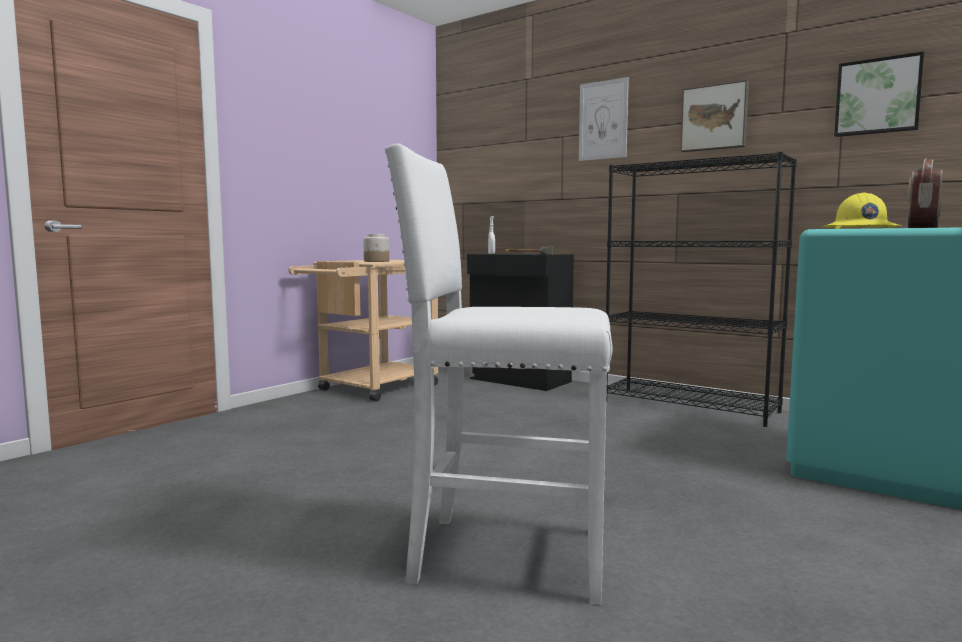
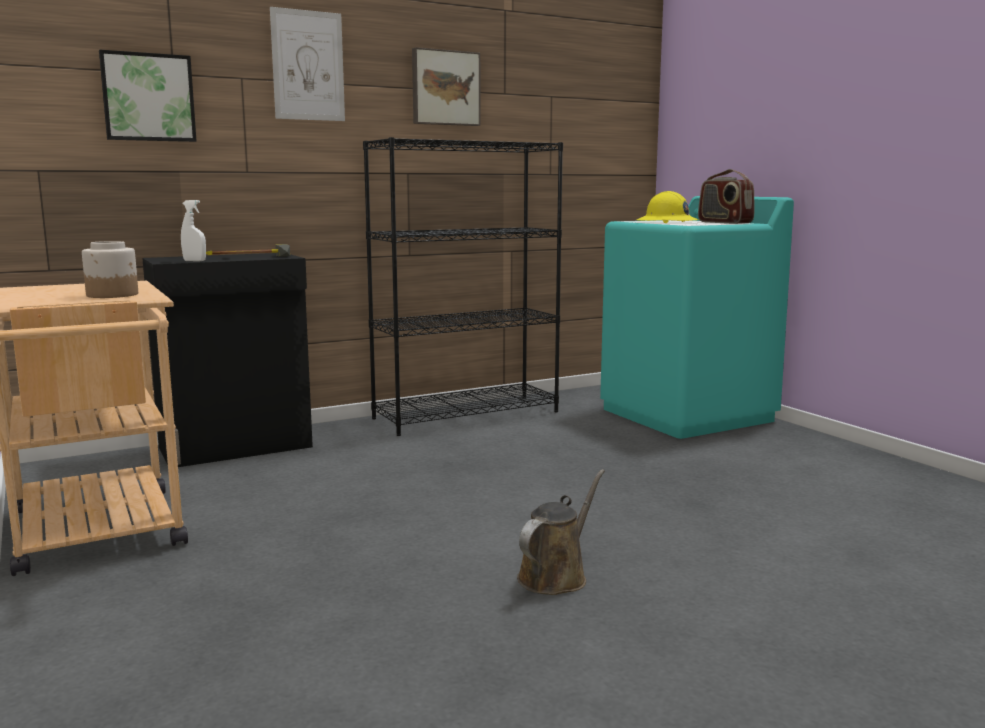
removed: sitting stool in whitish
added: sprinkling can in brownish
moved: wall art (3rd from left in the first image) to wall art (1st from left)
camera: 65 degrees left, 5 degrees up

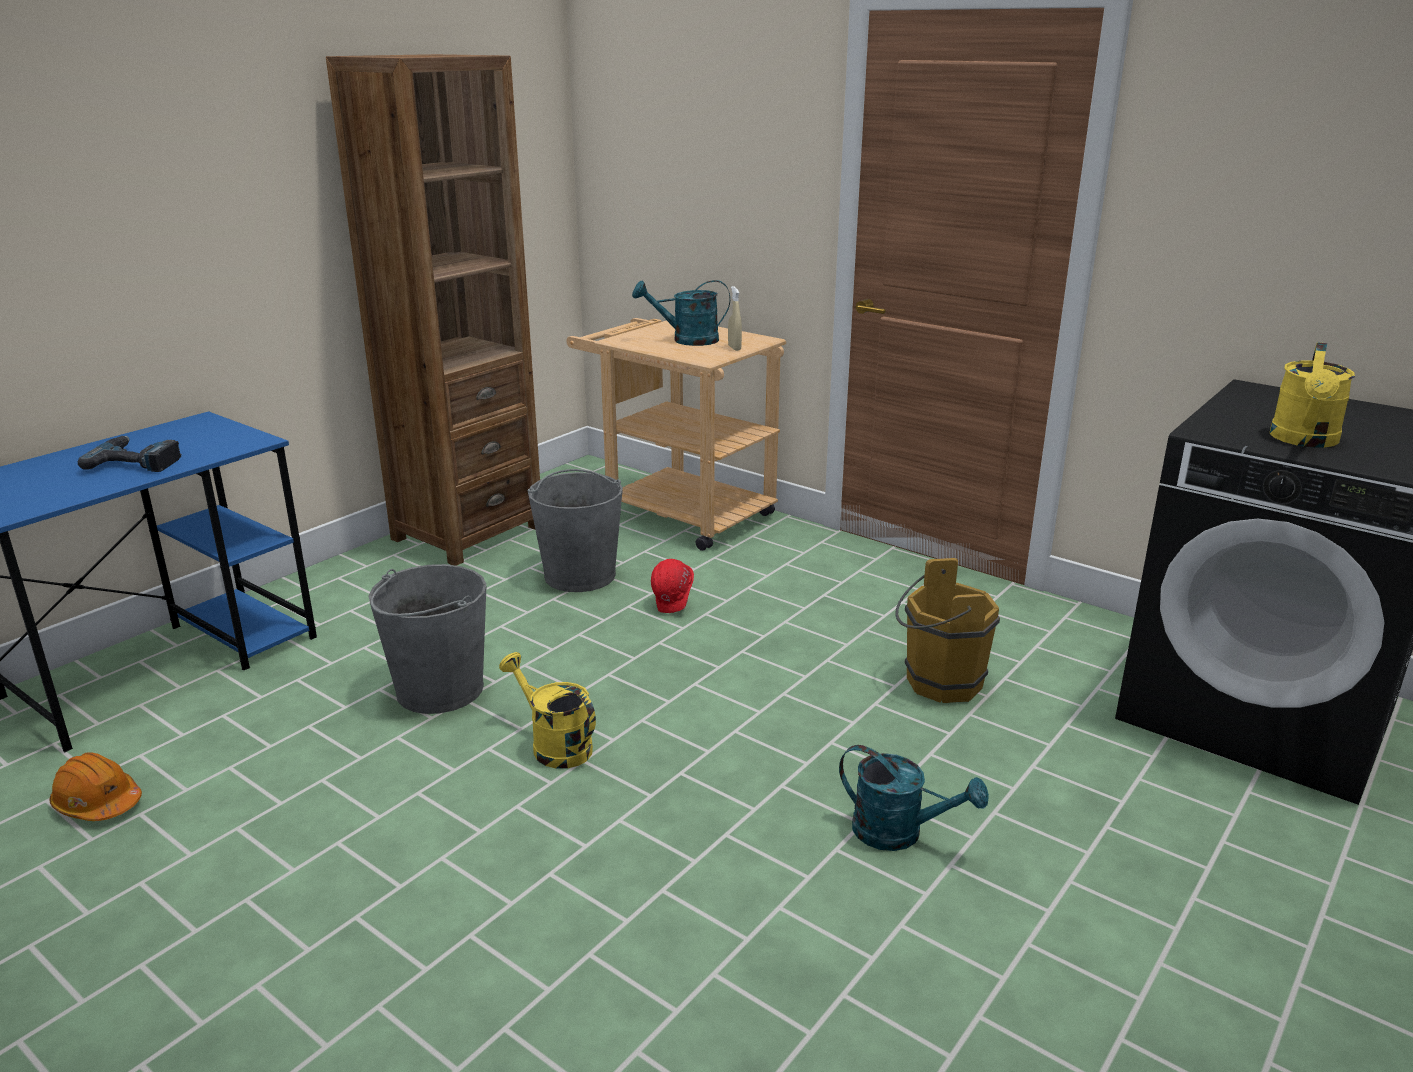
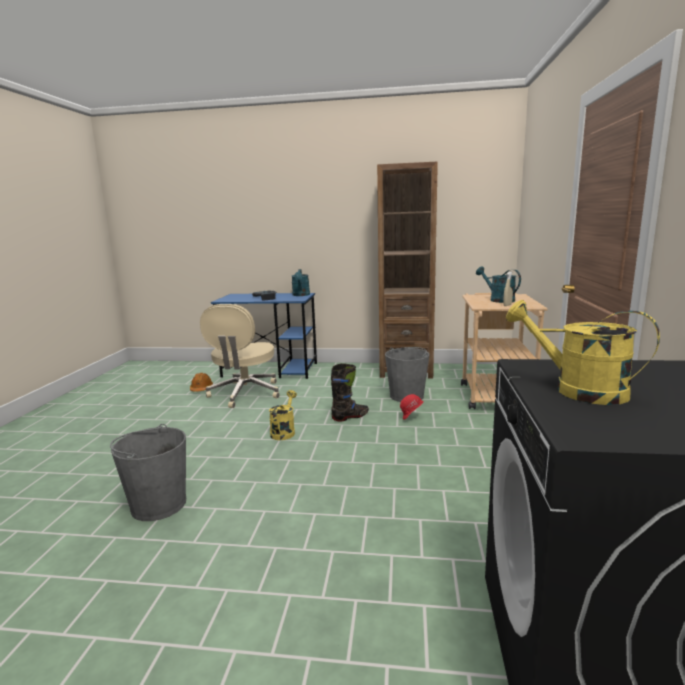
removed: water bucket in brownish
added: office chair in sand-coloured; high-top boot in blackish
moved: water bucket in gray (1st from left); sprinkling can in turquoise (2nd from left in the first image) to sprinkling can in turquoise (1st from left)
turned: sprinkling can in yellow (2nd from left) 45 degrees clockwise
camera: 60 degrees right, 10 degrees down

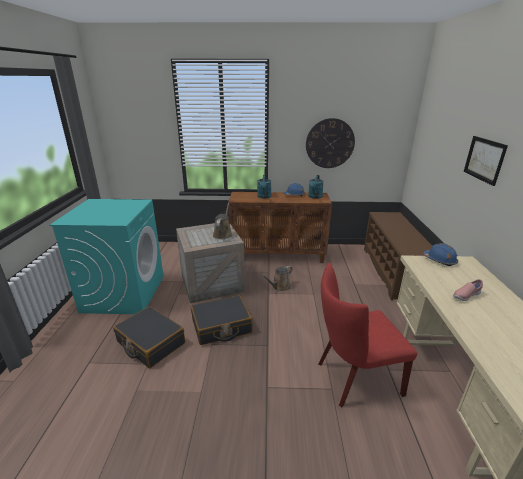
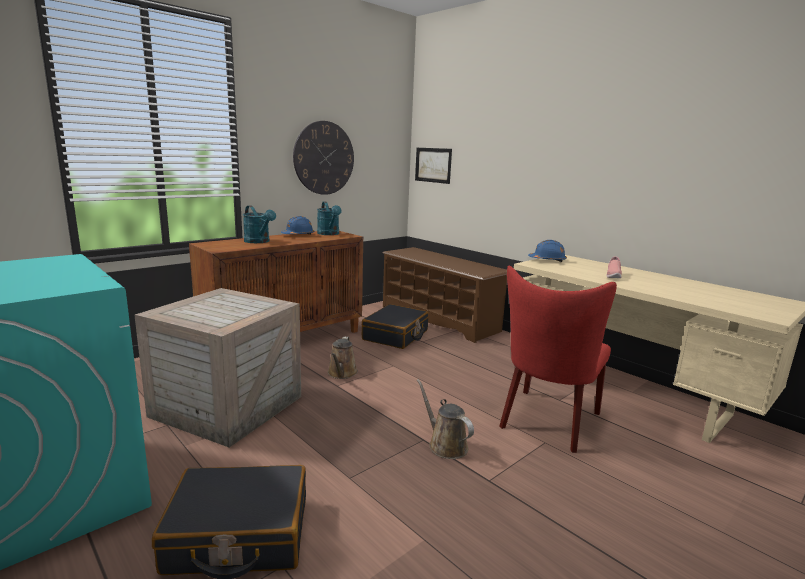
moved: suitcase in blackish (2nd from left); wall art; sprinkling can in brownish (1st from left in the first image) to sprinkling can in brownish (2nd from left)
camera: 45 degrees left, 10 degrees down

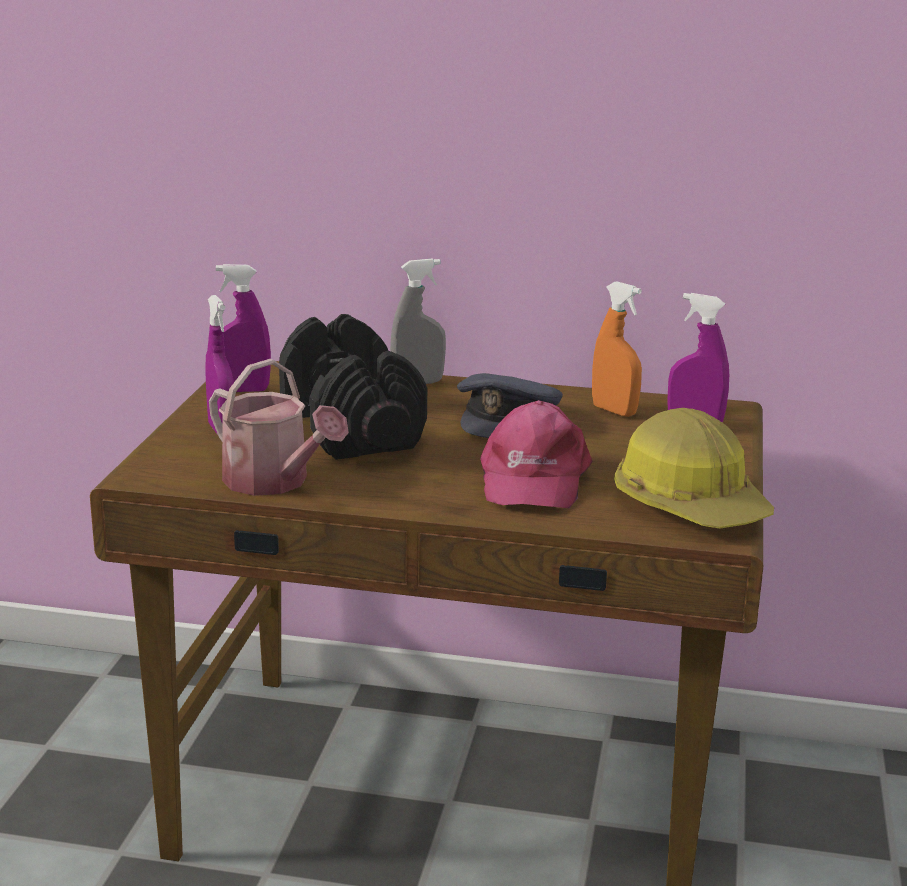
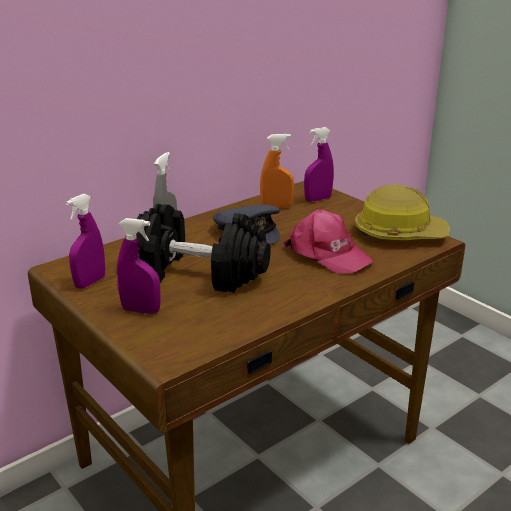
removed: sprinkling can
camera: 50 degrees left, 5 degrees up

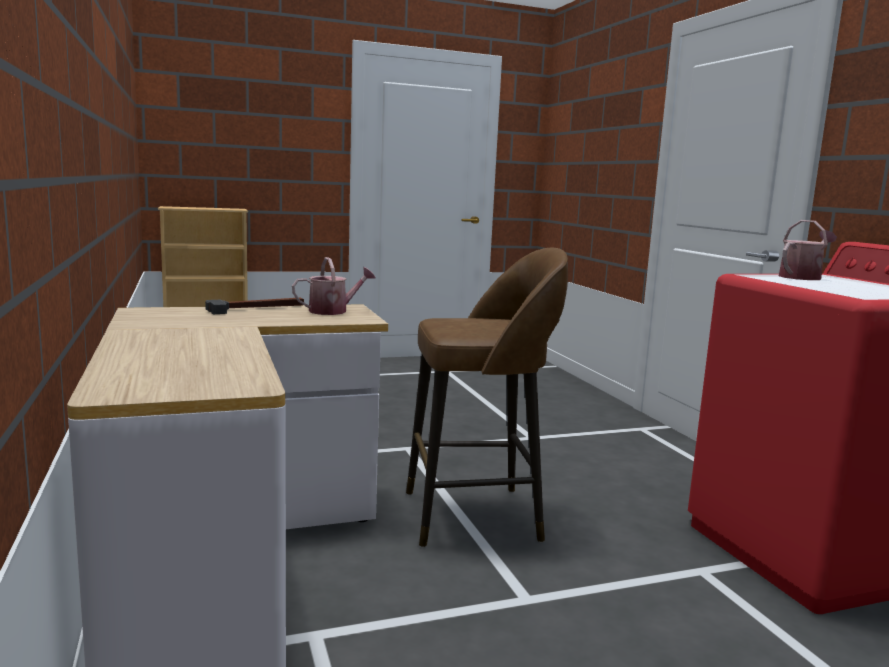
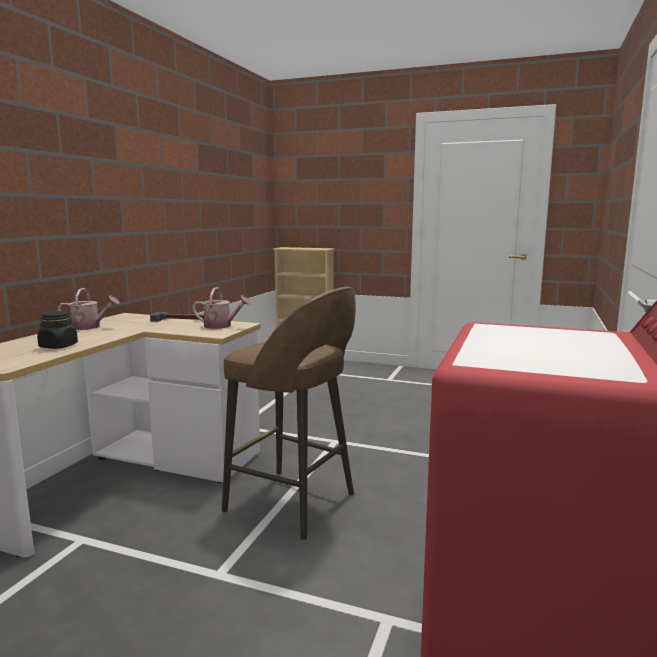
added: jar in blackish
moved: sprinkling can (2nd from left in the first image) to sprinkling can (1st from left)
camera: 40 degrees right, 0 degrees up

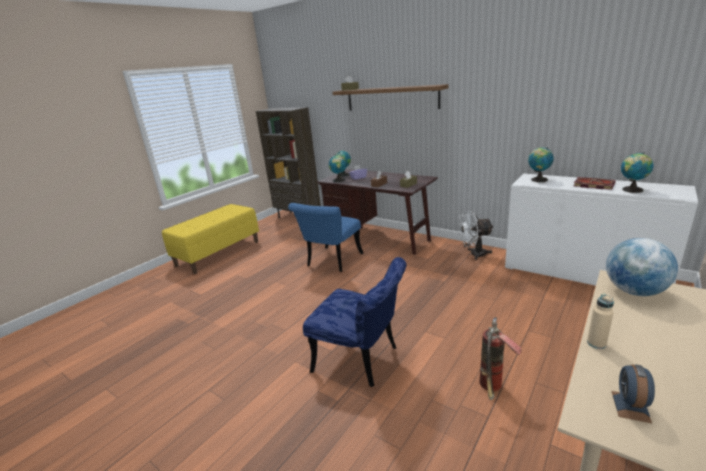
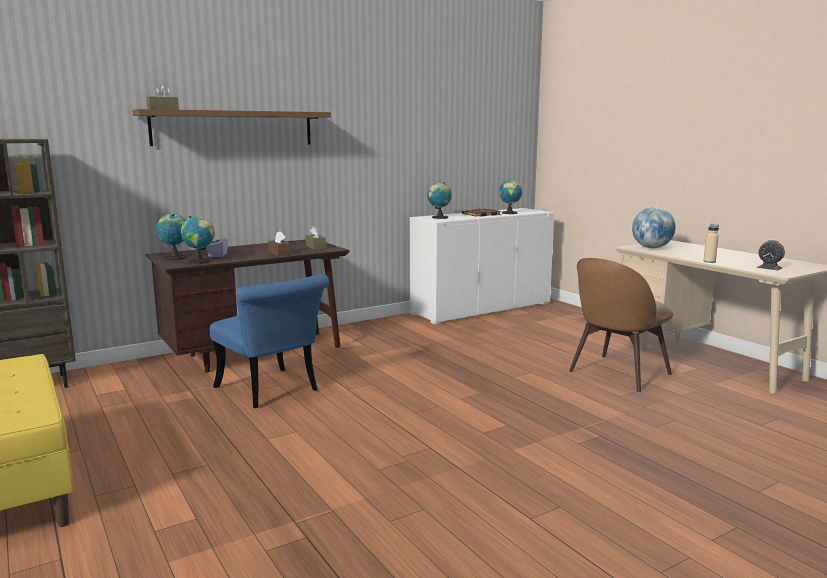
removed: chair in bluish (2nd from left); fan in whitish
replaced: fire extinguisher to chair in brownish
camera: 70 degrees left, 10 degrees down

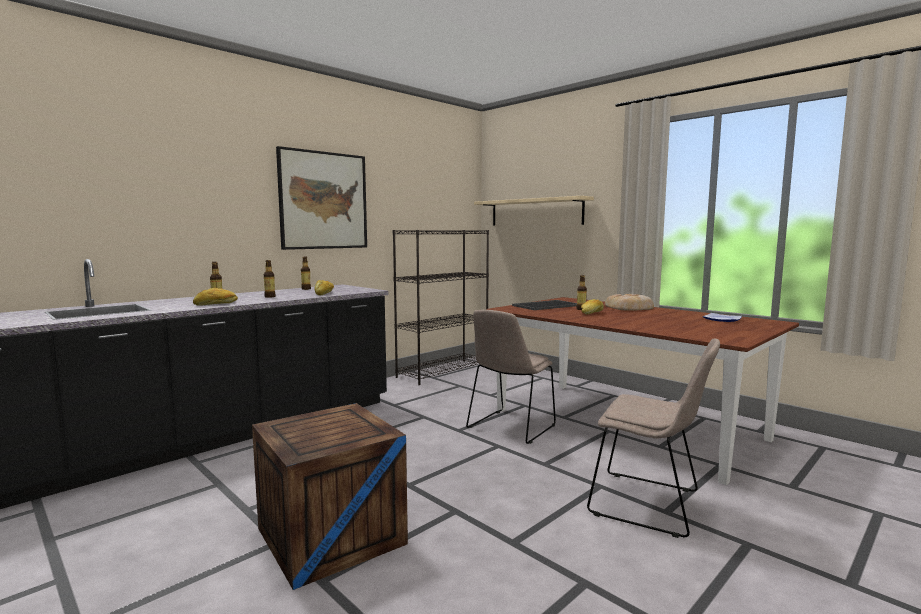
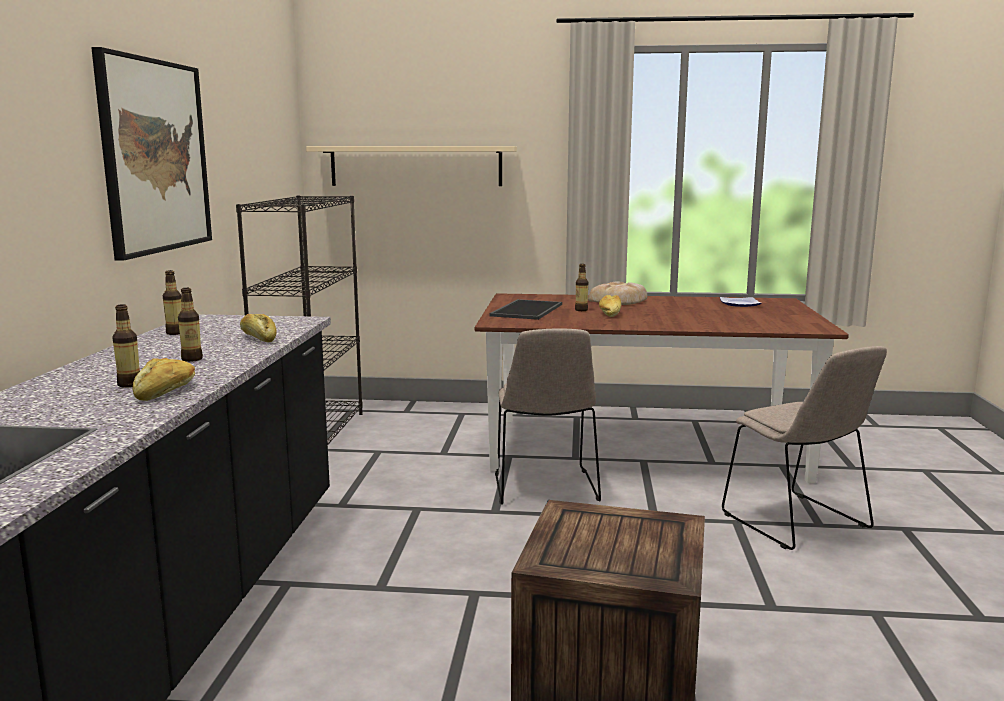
turned: chair in sand-coloured (2nd from left) 75 degrees clockwise
camera: 40 degrees left, 5 degrees up

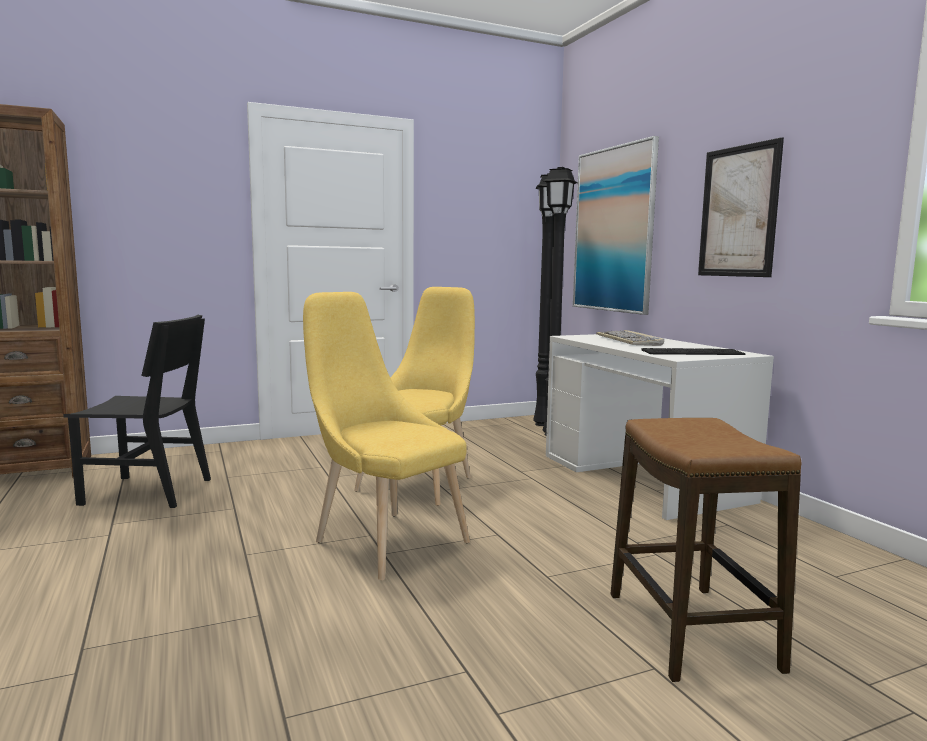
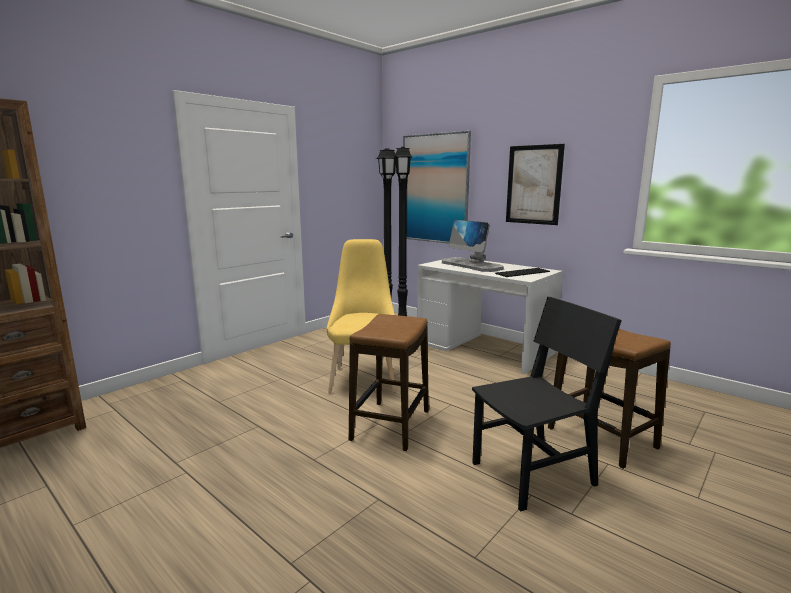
moved: chair in blackish
replaced: chair in yellow (1st from left) to sitting stool (1st from left); computer keyboard (1st from left) to computer screen
camera: 25 degrees left, 5 degrees up

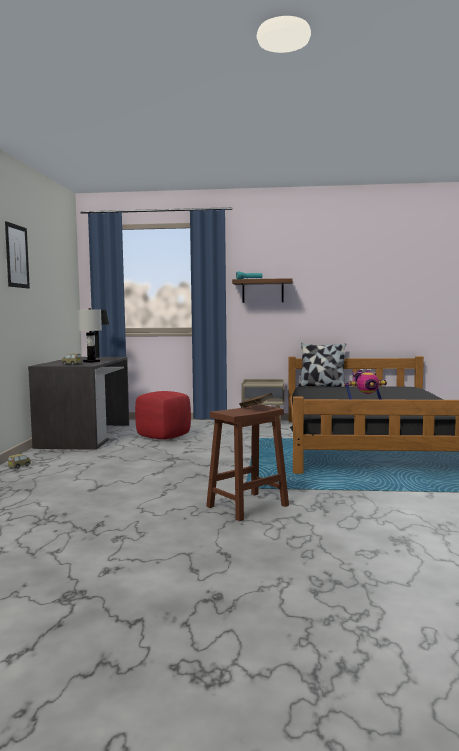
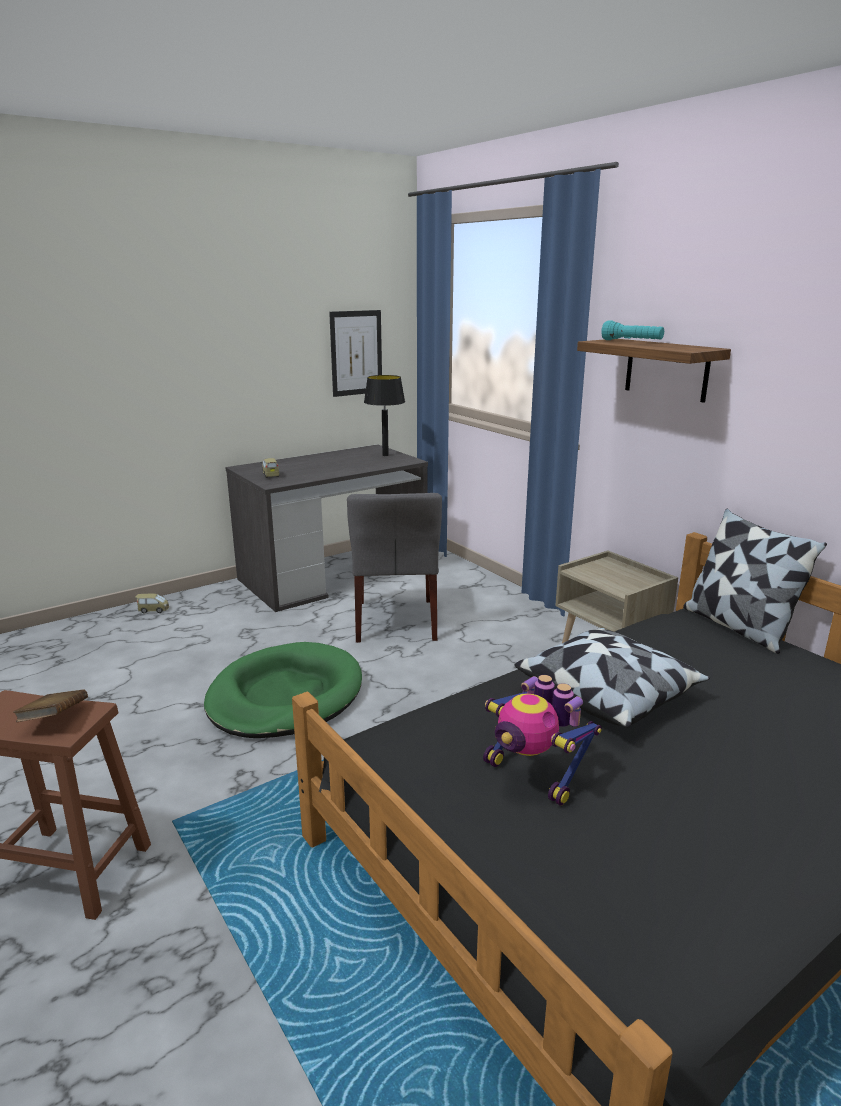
removed: lamp for a table in whitish
added: dog cushion in green-coloured; pillow (1st from left)
moved: wall art
replaced: pouffe in reddish to chair in gray
camera: 50 degrees right, 15 degrees up

